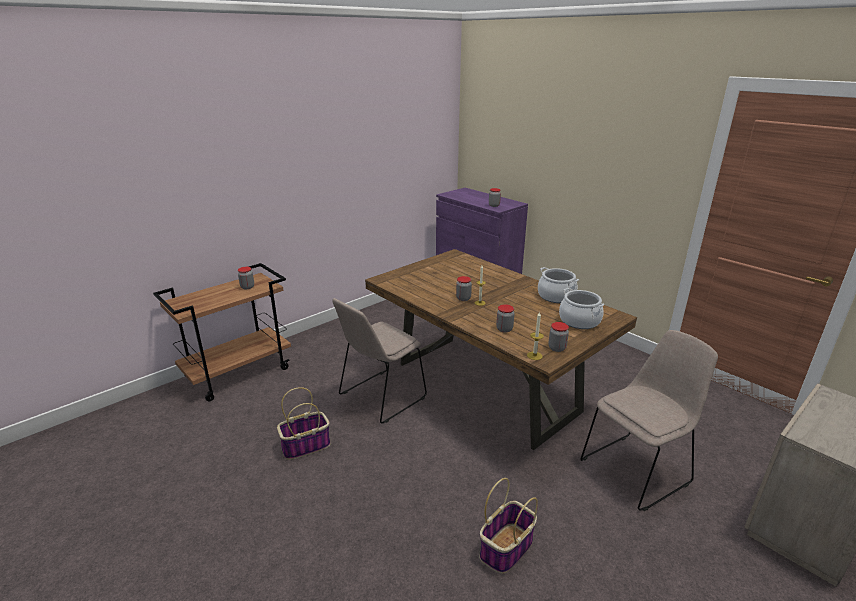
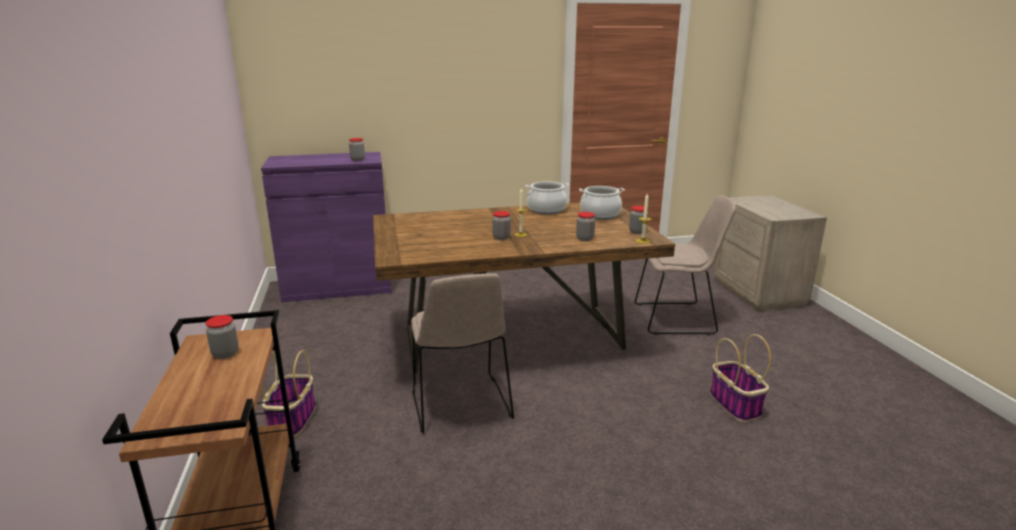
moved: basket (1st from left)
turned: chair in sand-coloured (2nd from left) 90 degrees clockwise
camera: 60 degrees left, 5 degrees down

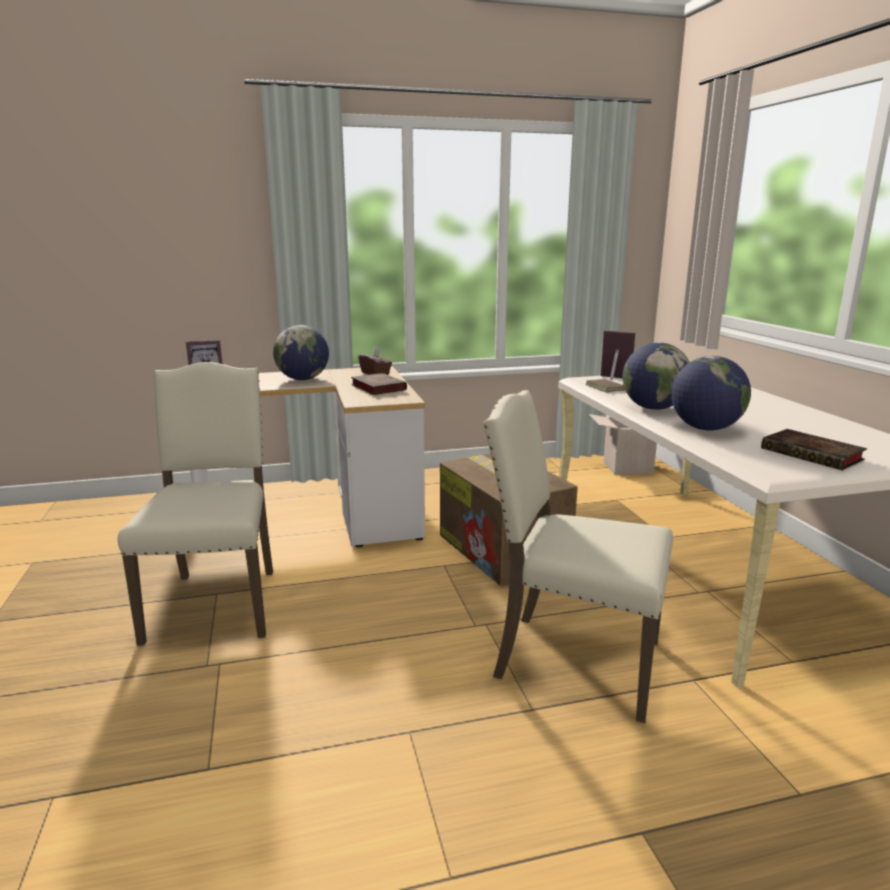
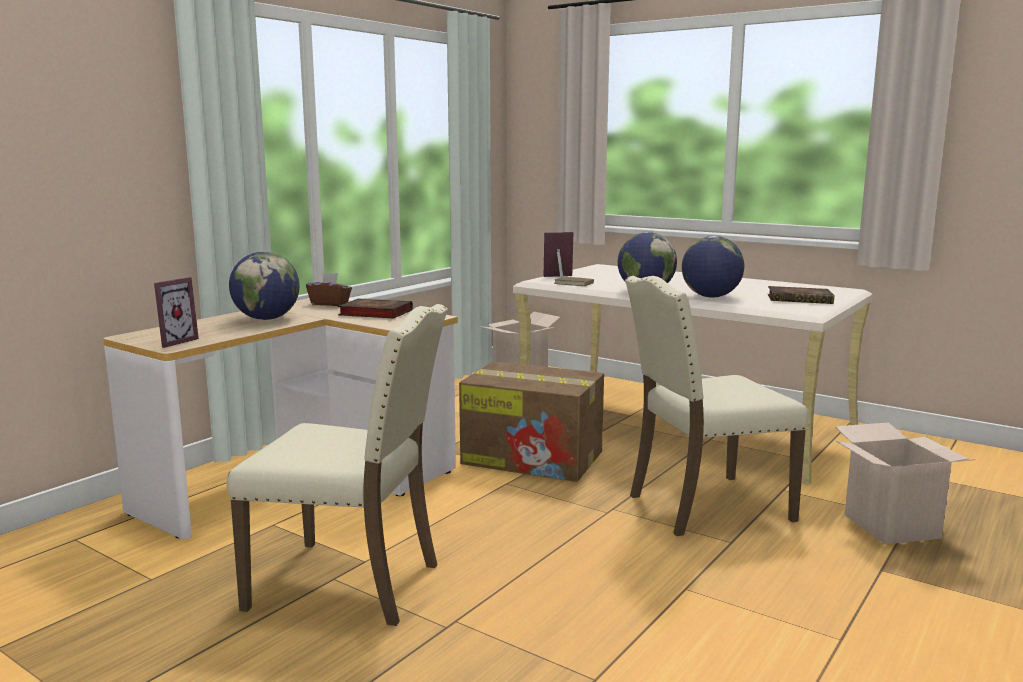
added: cardboard box (3rd from left)
turned: chair in sand-coloured (1st from left) 150 degrees clockwise
camera: 40 degrees left, 5 degrees down

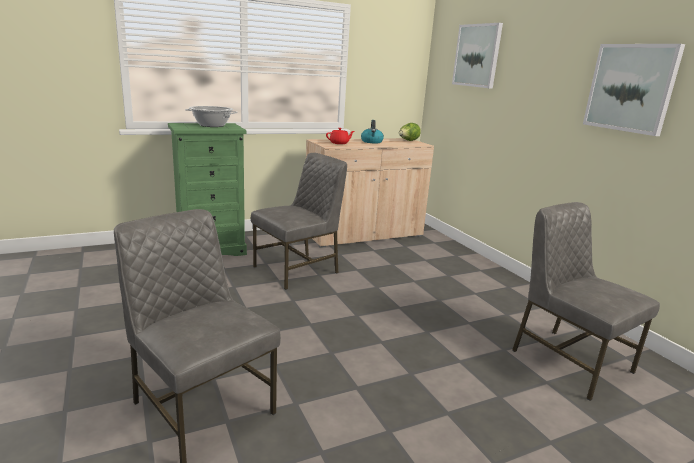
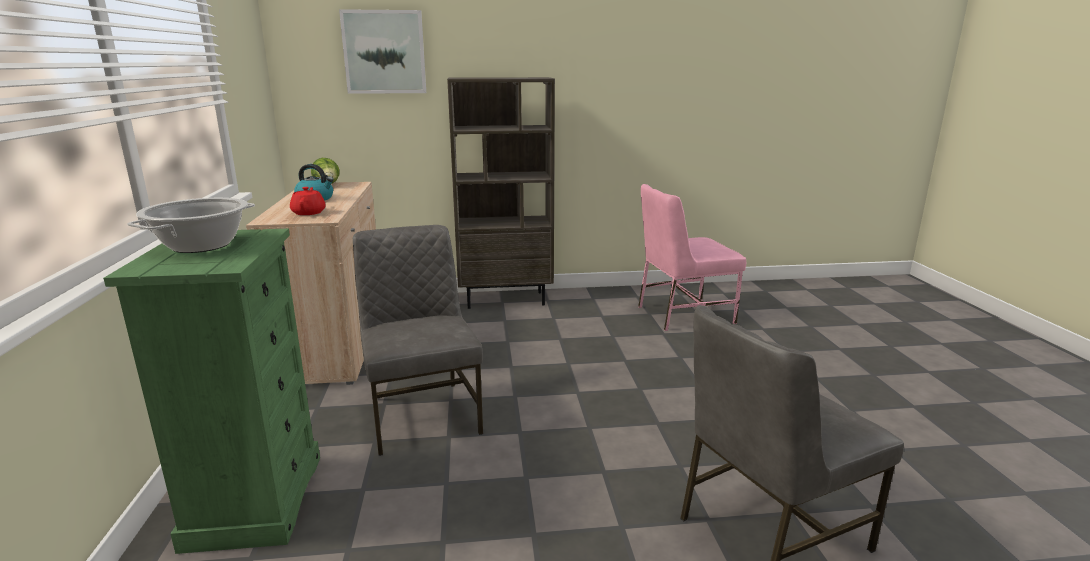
removed: wall art (2nd from left)
added: bookshelf in brownish
recoloured: chair in gray (3rd from left) to chair in pinkish
camera: 70 degrees left, 0 degrees up

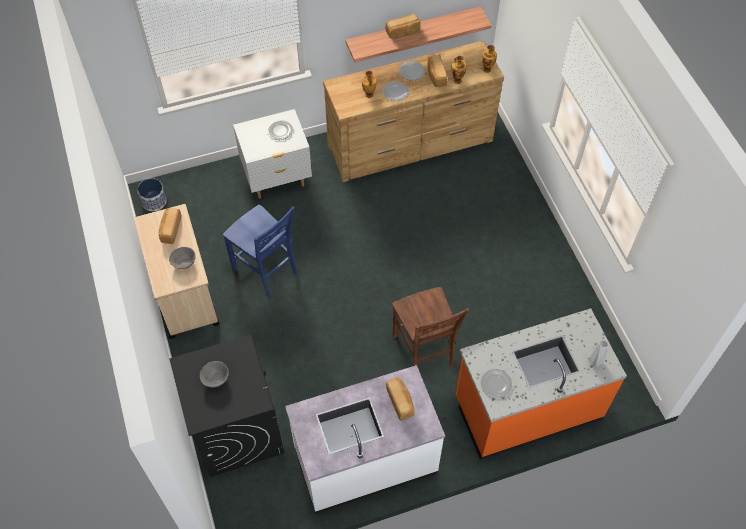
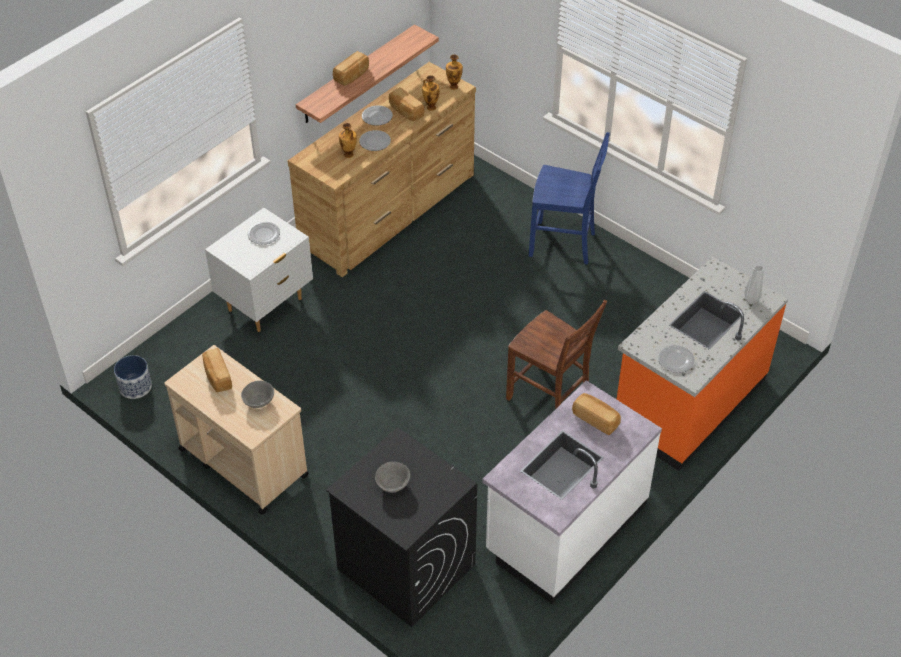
moved: chair in bluish
camera: 30 degrees left, 10 degrees down

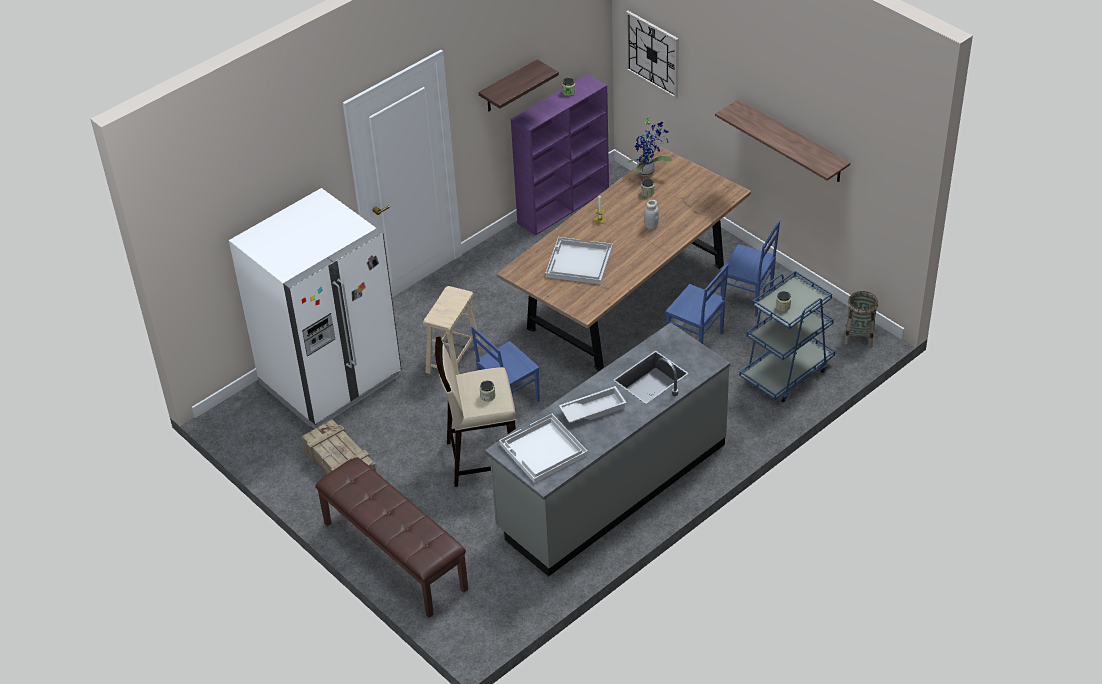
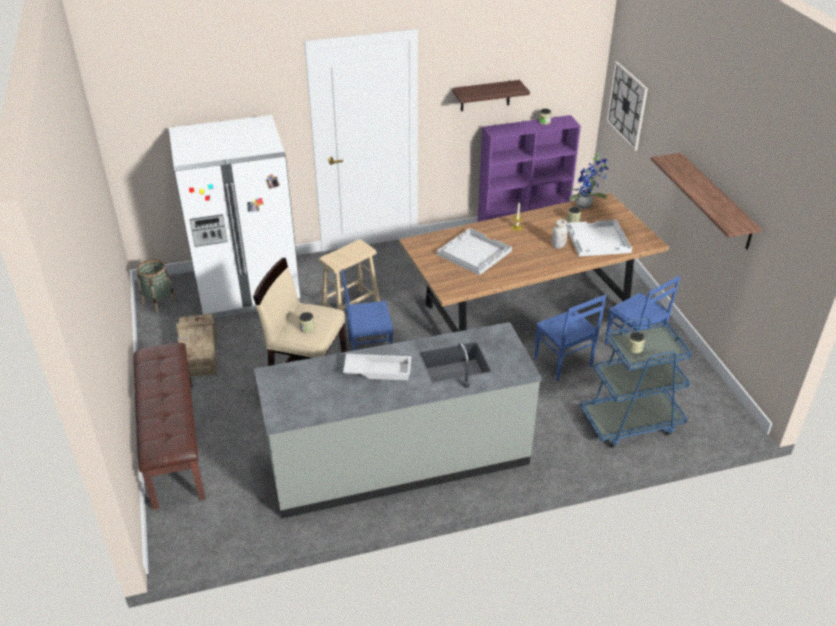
moved: basket; serving tray in whitish (1st from left in the first image) to serving tray in whitish (3rd from left)
camera: 25 degrees right, 5 degrees down

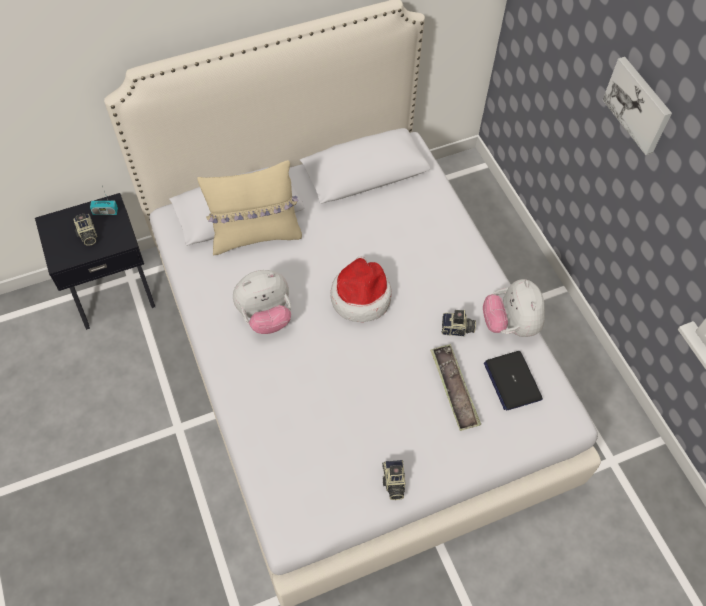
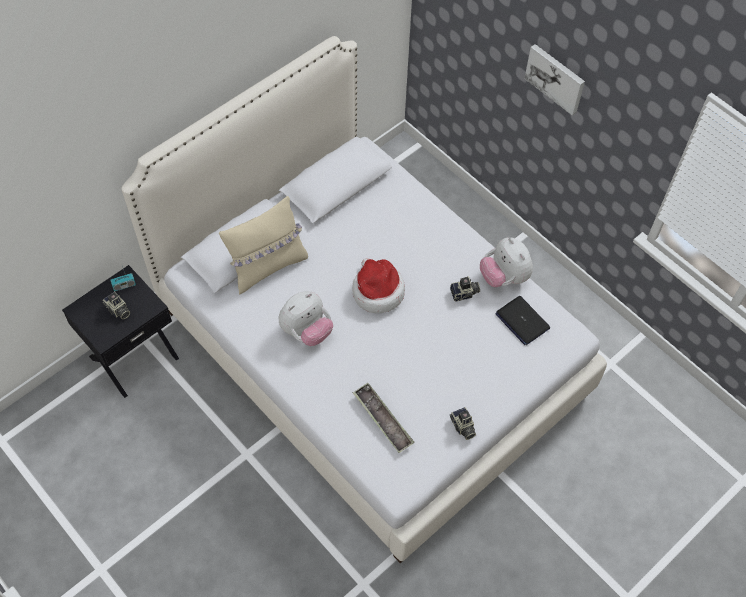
moved: serving tray
camera: 20 degrees left, 0 degrees up

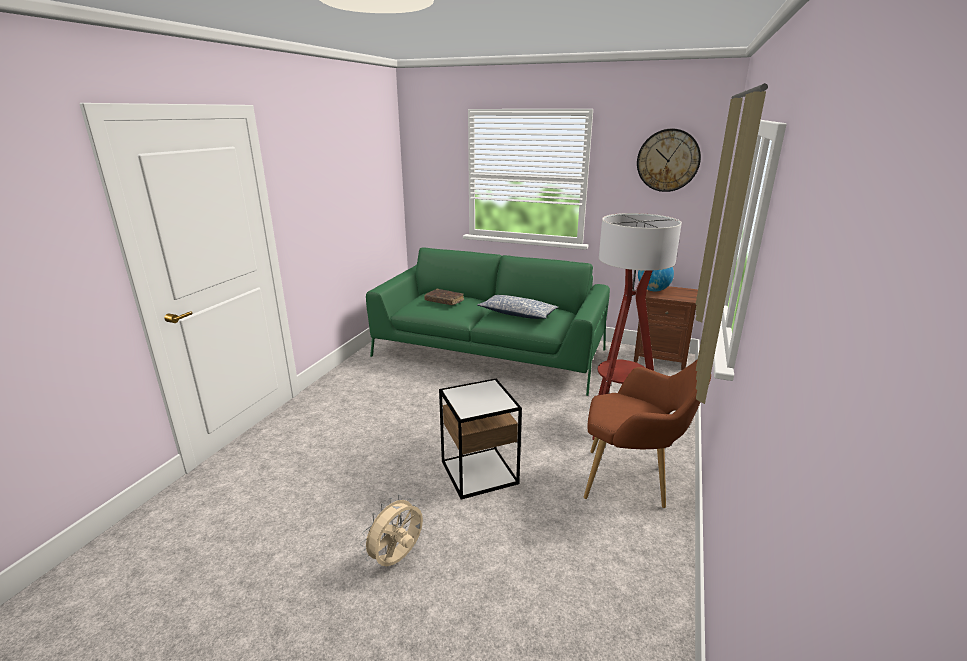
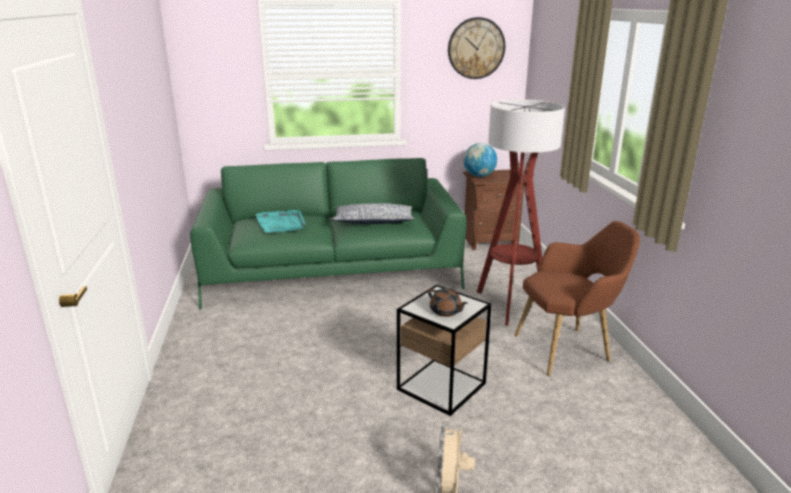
added: pot for tea in brownish
replaced: bound book in brownish to serving tray in turquoise
camera: 30 degrees left, 0 degrees up

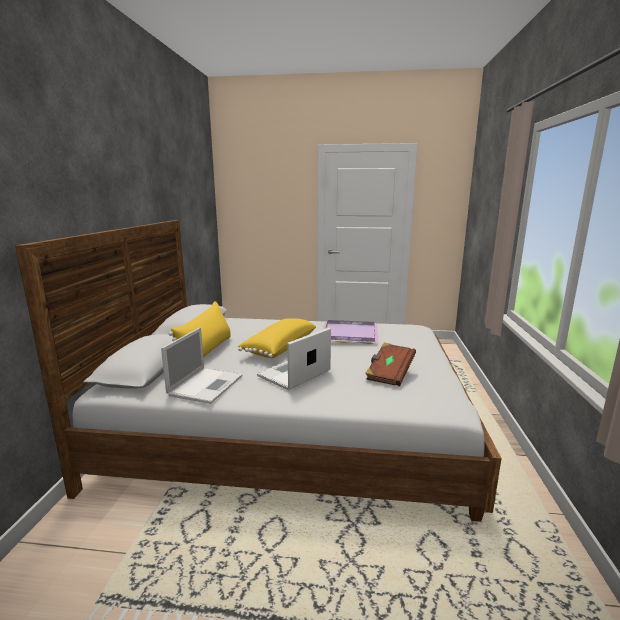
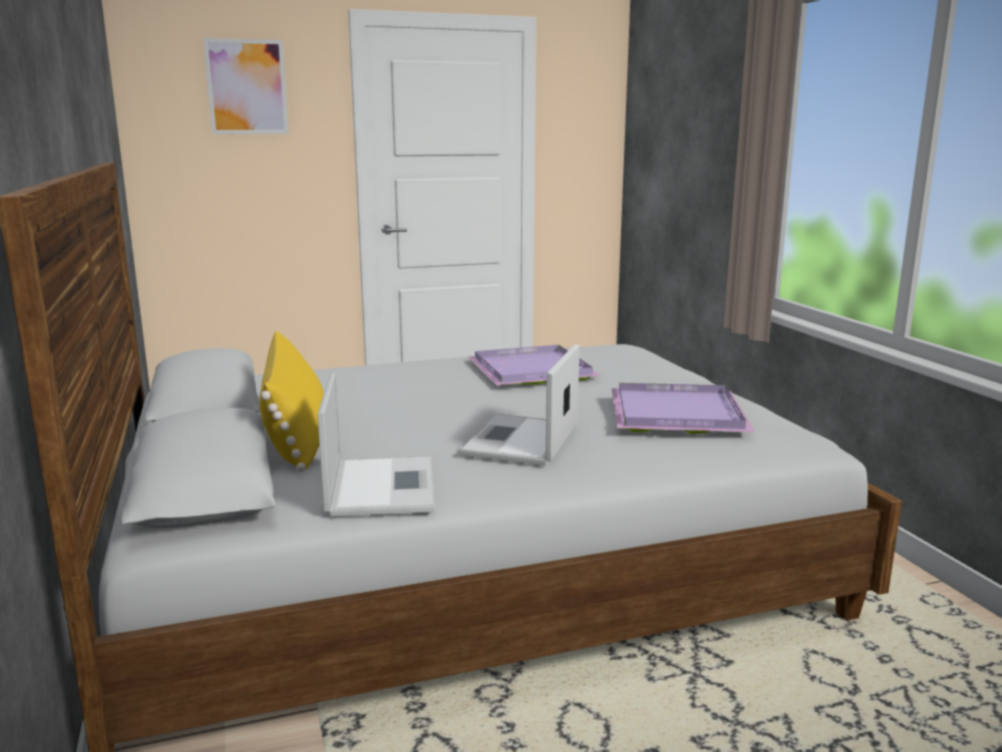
removed: pillow in yellow (2nd from left)
added: wall art
replaced: bound book in brownish to serving tray in purple-coloured (2nd from left)
camera: 25 degrees left, 0 degrees up

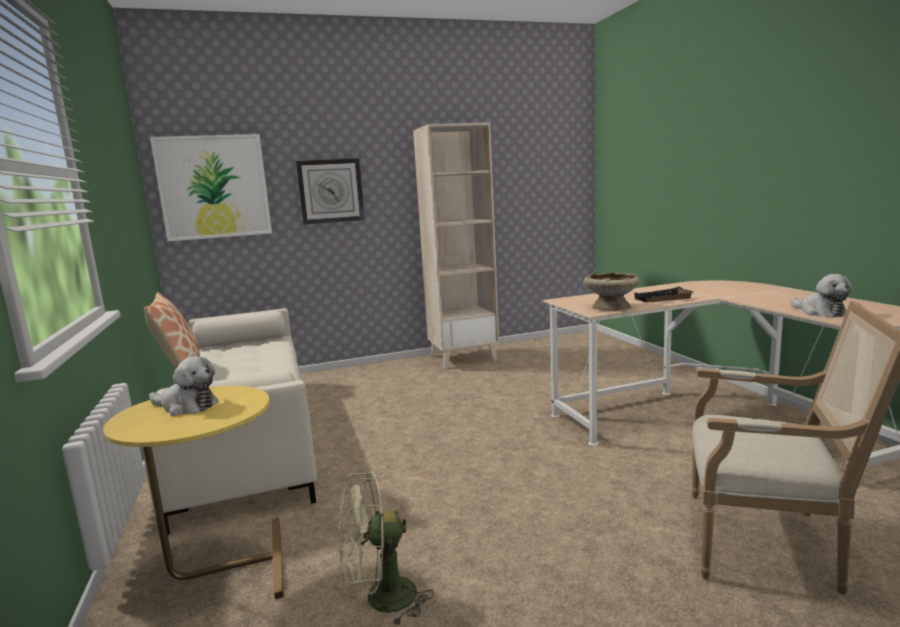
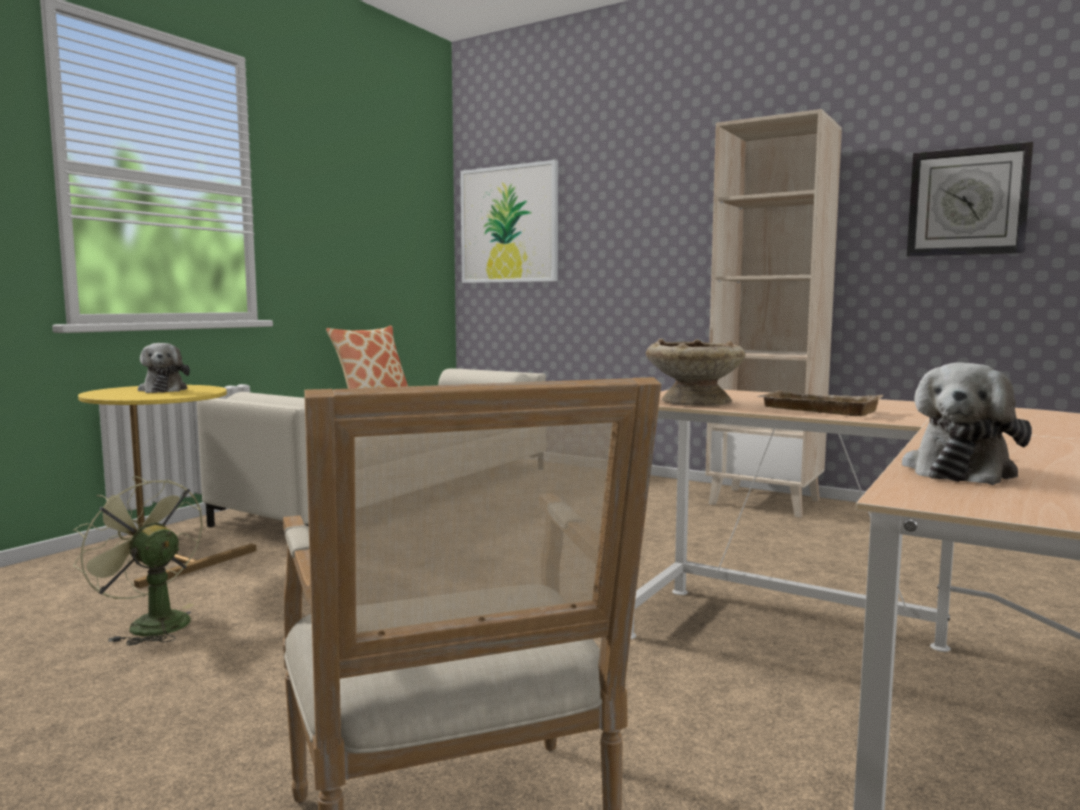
moved: wall clock
recoloured: serving tray in blackish to serving tray in sand-coloured
camera: 50 degrees right, 5 degrees down

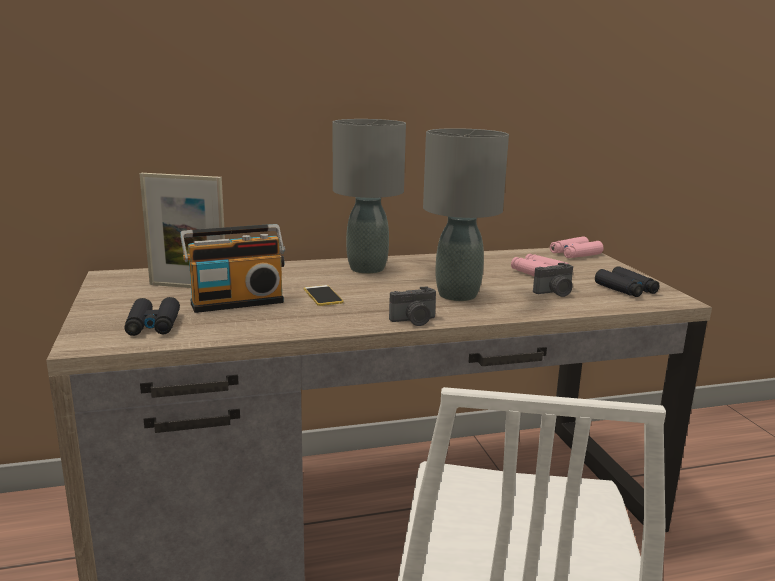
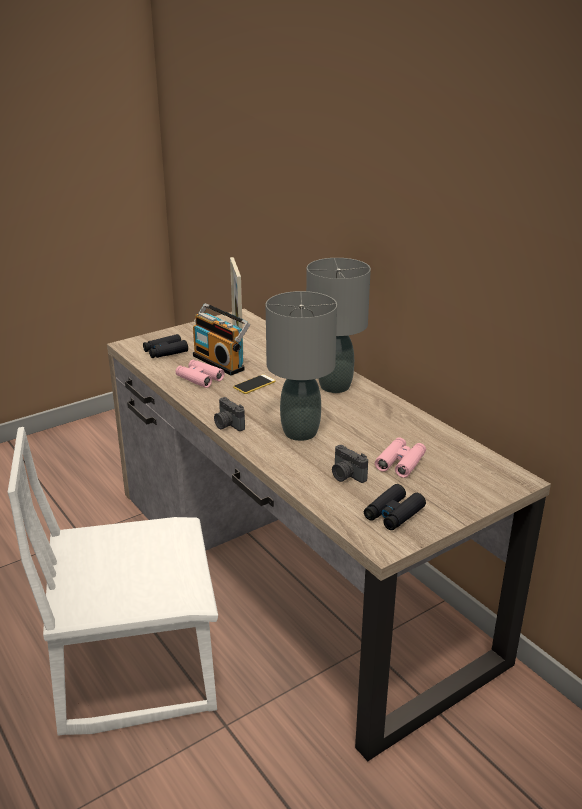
moved: field glasses in pinkish (2nd from left in the first image) to field glasses in pinkish (1st from left)
camera: 70 degrees right, 10 degrees up

